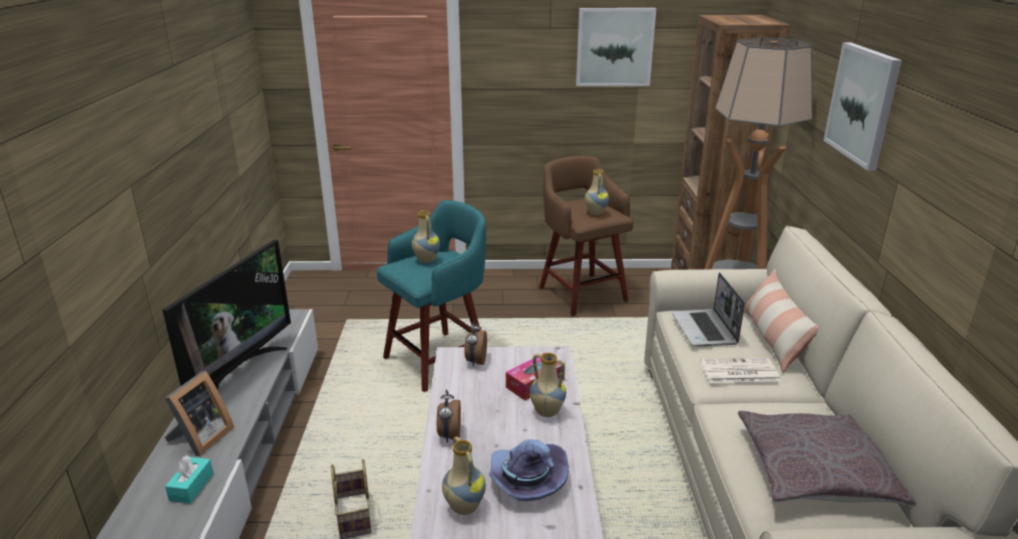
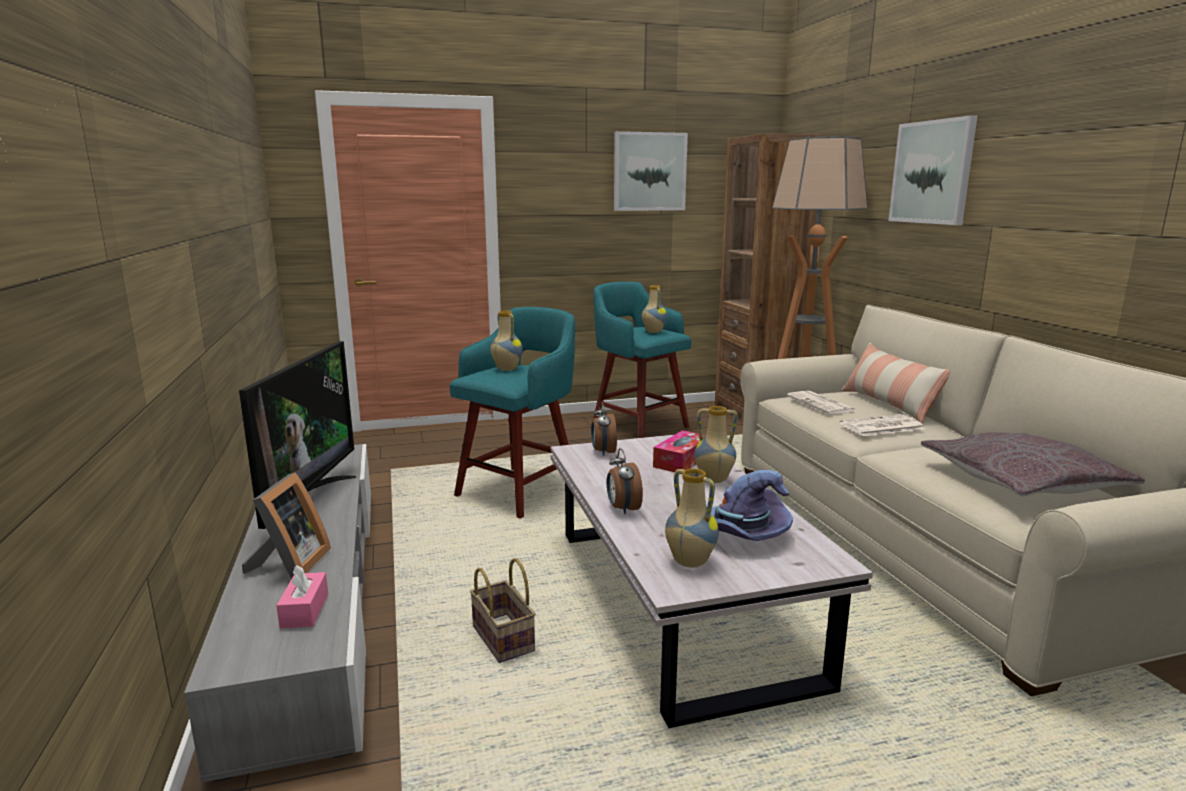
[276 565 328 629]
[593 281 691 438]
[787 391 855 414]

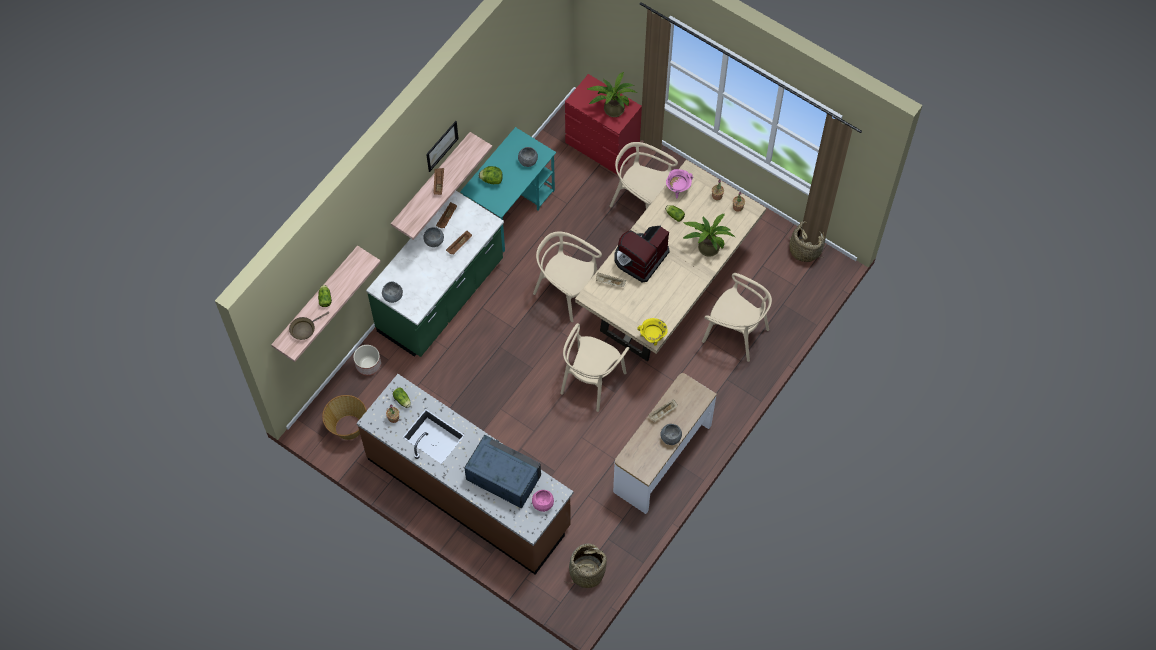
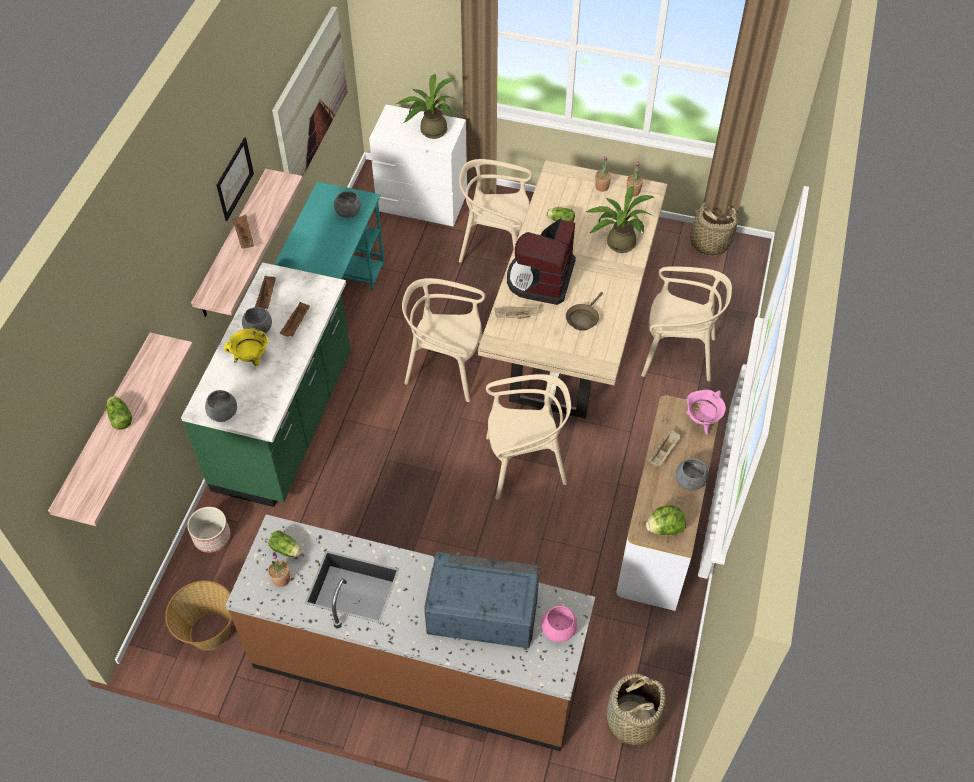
[566 292 603 331]
[646 505 686 535]
[486 374 571 500]
[369 105 467 227]
[224 328 268 366]
[686 390 726 435]
[272 6 347 177]

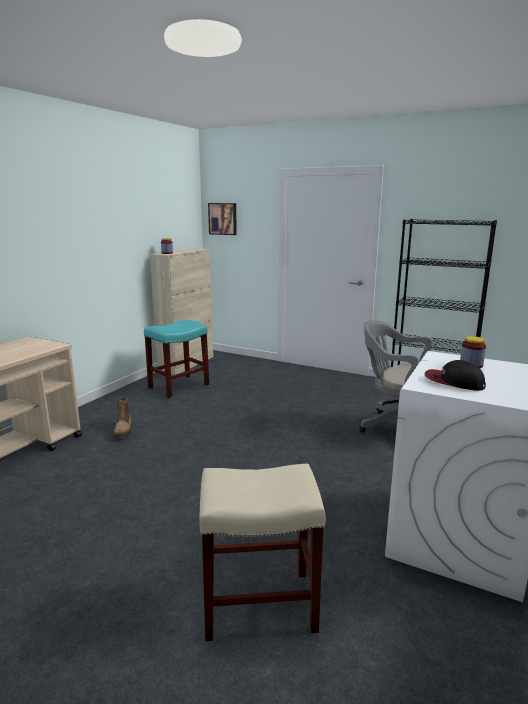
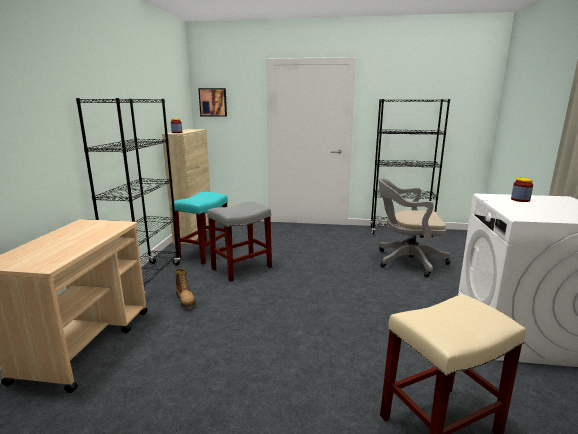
[425 360 486 391] (first image)
[76 98 180 293]
[207 201 272 282]

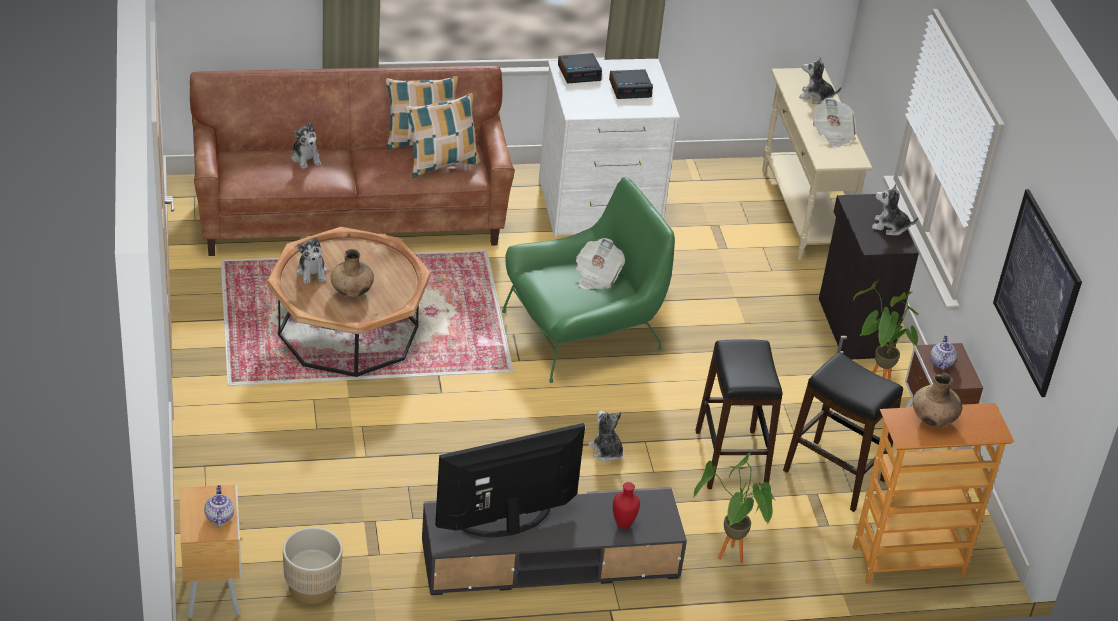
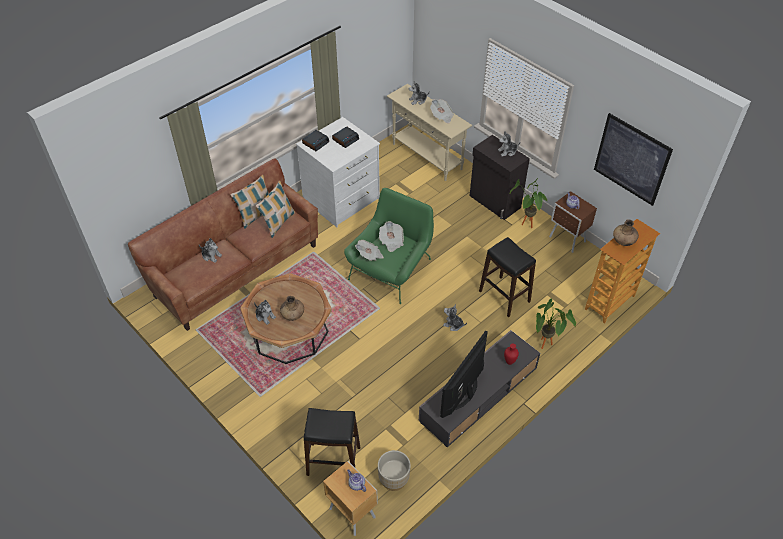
[304 408 360 476]
[355 240 384 261]

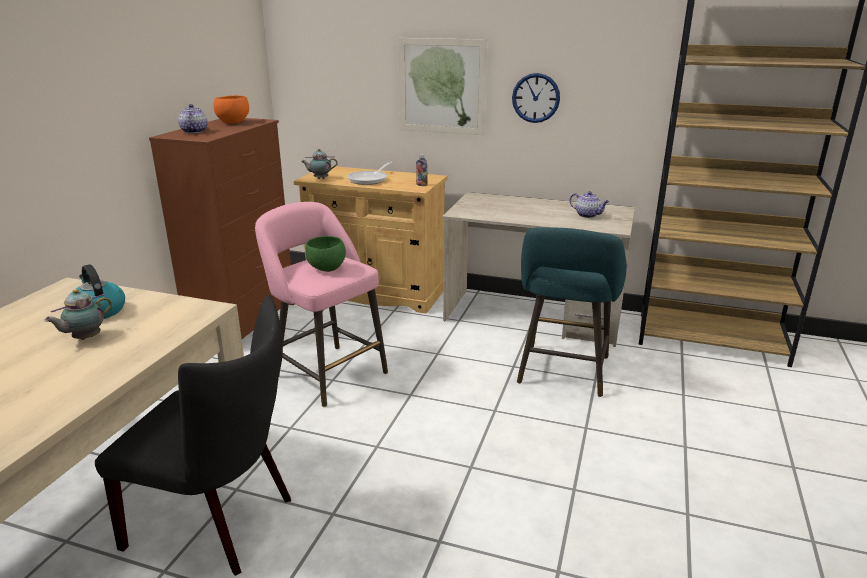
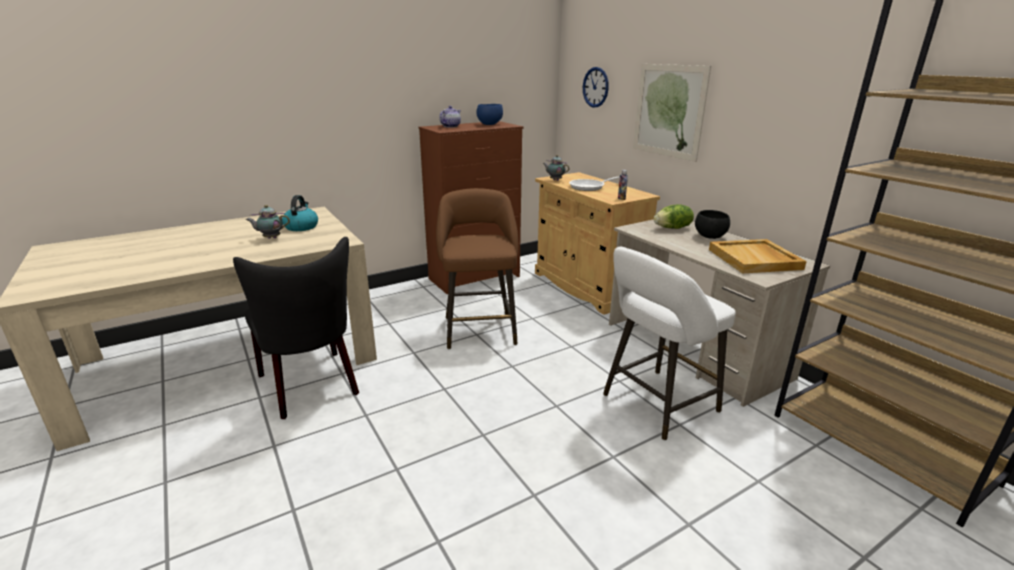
[476 104 503 125]
[436 188 518 349]
[305 236 346 272] (first image)
[583 67 609 108]
[603 247 735 440]
[709 239 807 273]
[654 204 694 229]
[695 210 730 239]

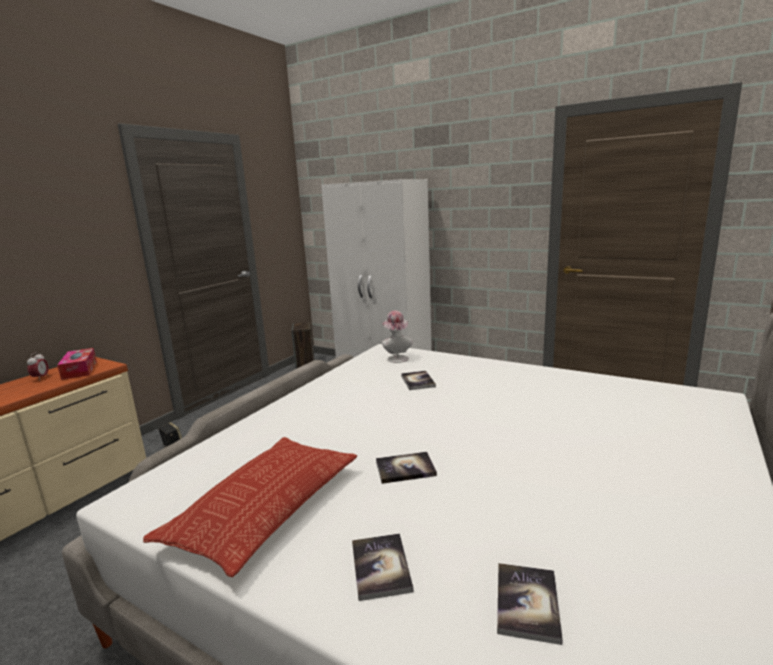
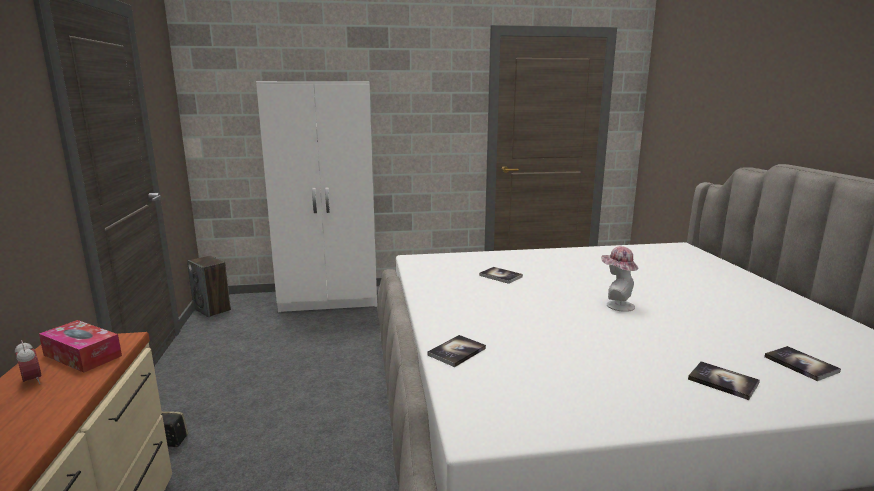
[143 437 357 577] (first image)
[427 335 486 367]
[601 246 638 312]

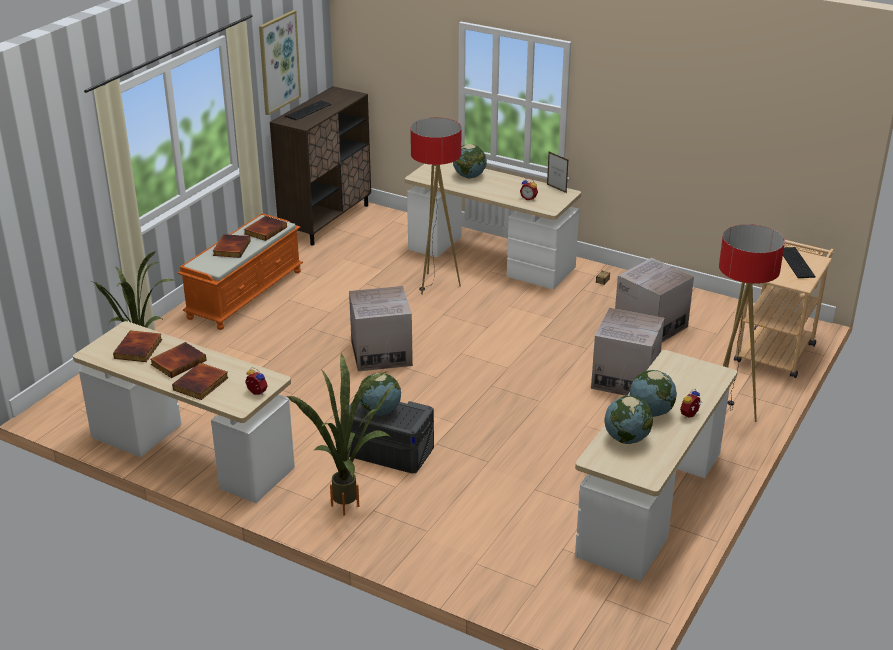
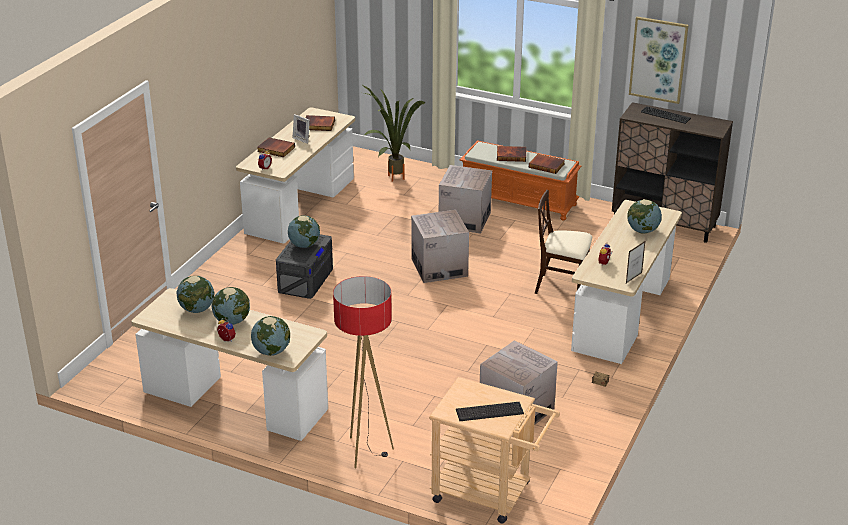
[293 114 310 144]
[287 353 397 516] (first image)
[535 190 592 294]
[439 165 492 234]
[251 316 290 356]

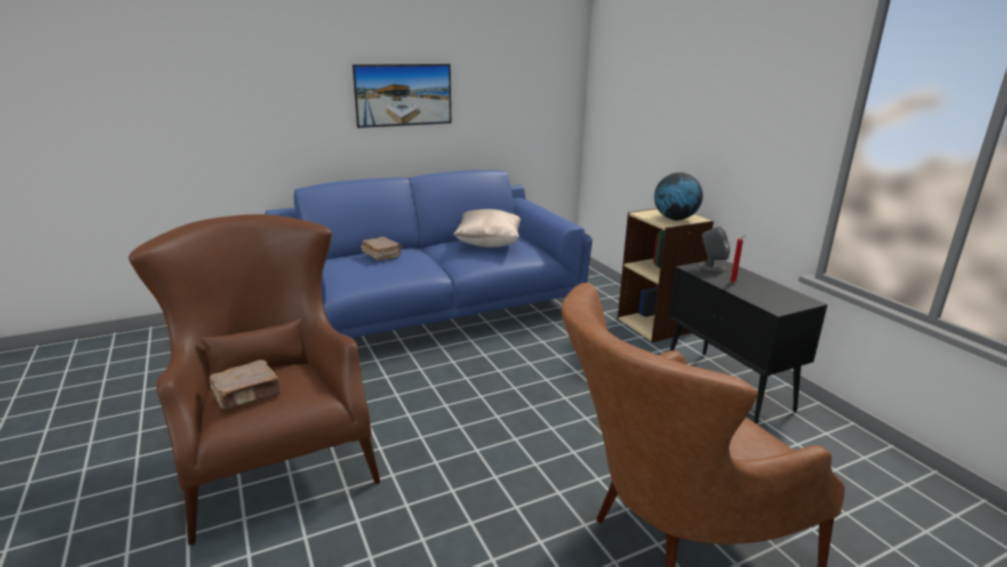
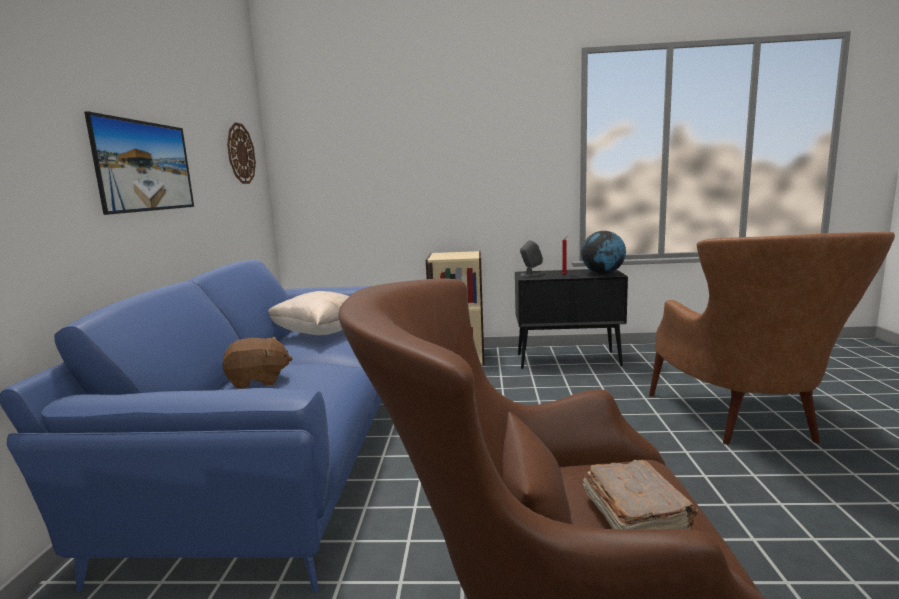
[222 337 293 389]
[581 231 626 275]
[227 122 256 184]

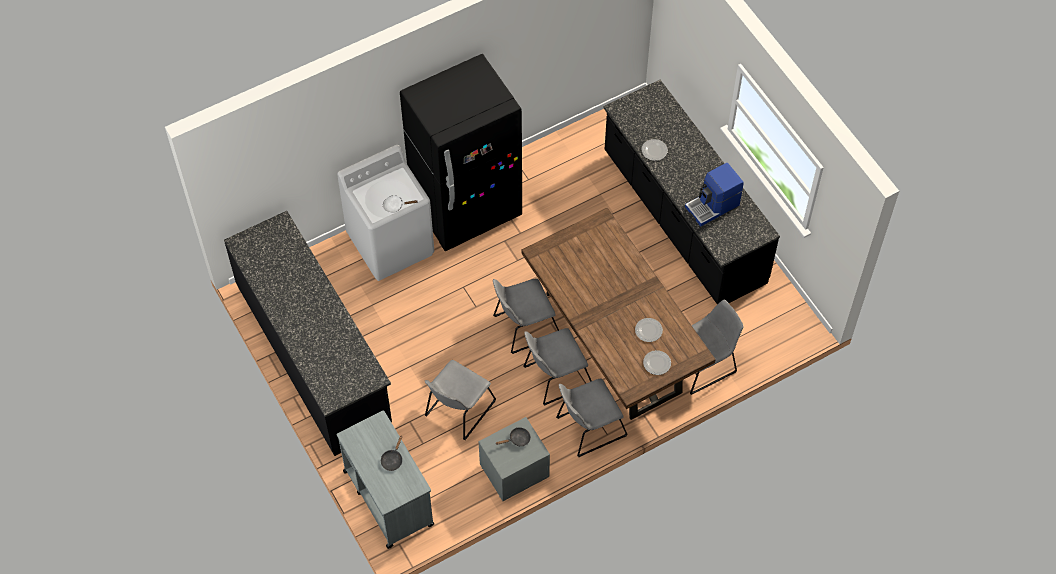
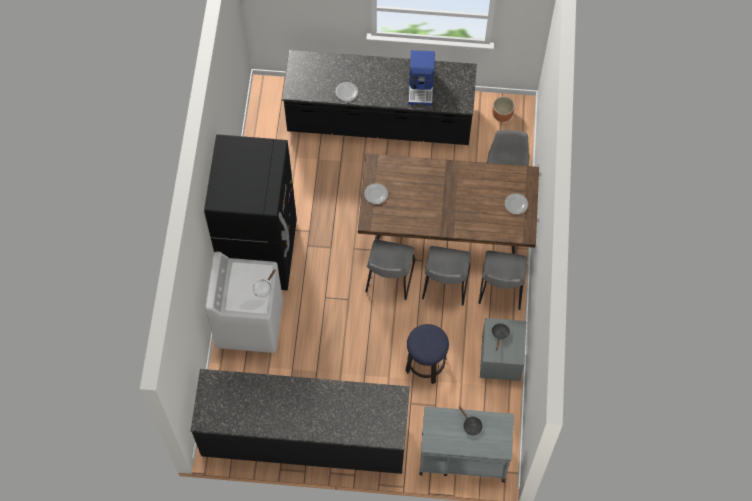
[406 324 449 384]
[365 183 388 204]
[492 96 515 122]

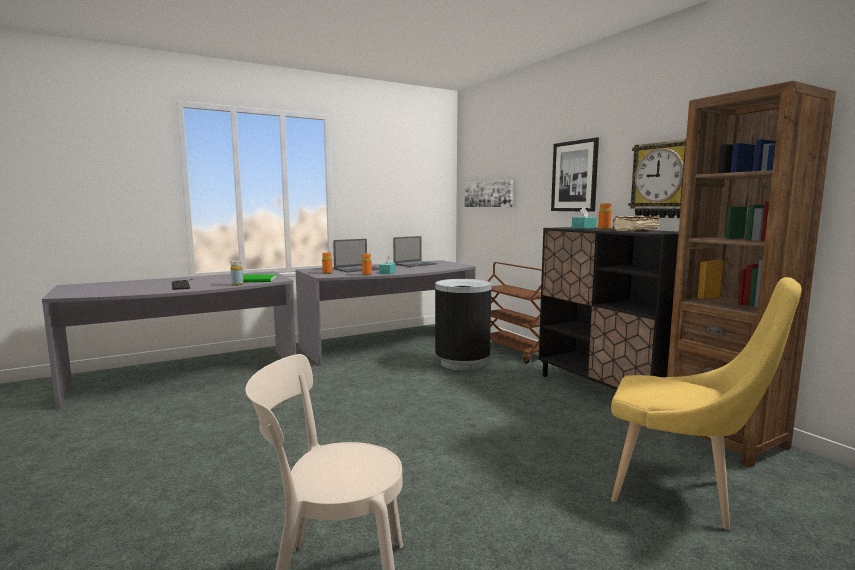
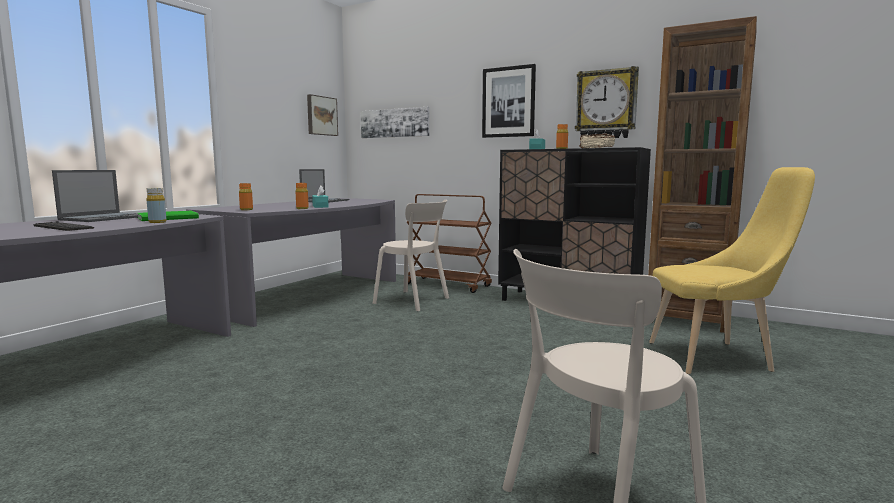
[52 170 138 222]
[373 200 449 311]
[307 94 338 136]

